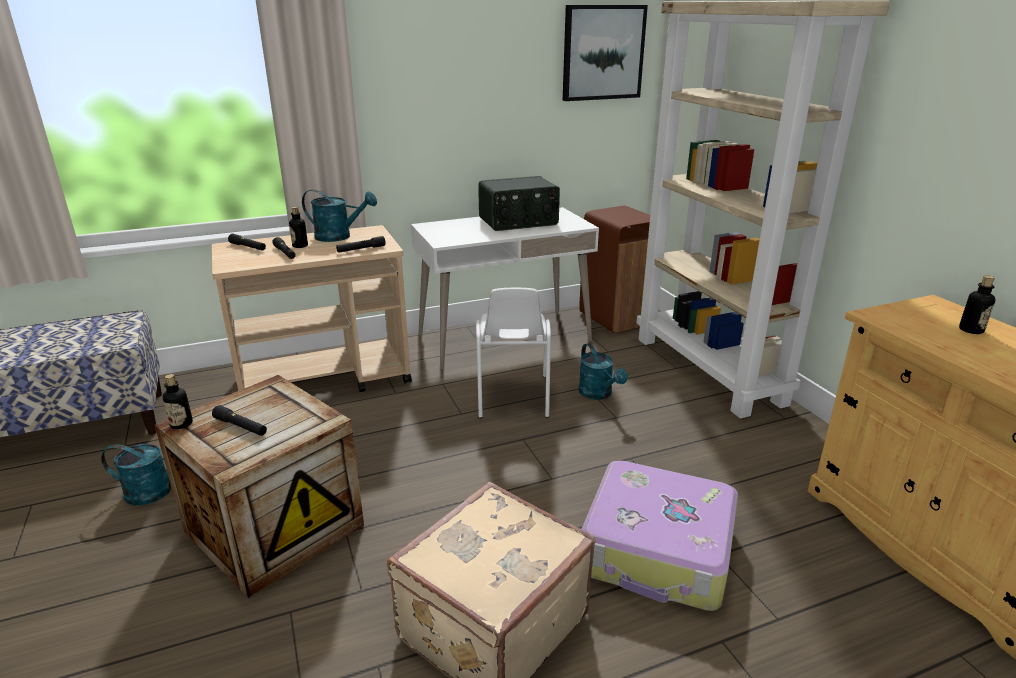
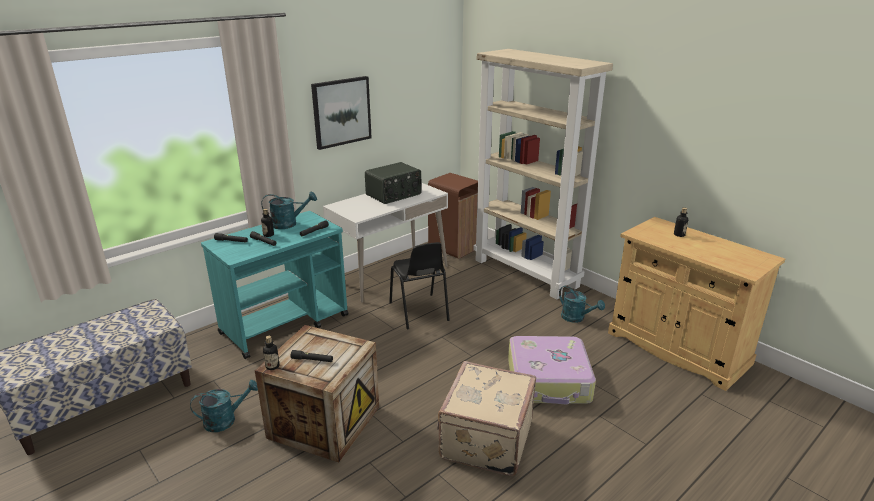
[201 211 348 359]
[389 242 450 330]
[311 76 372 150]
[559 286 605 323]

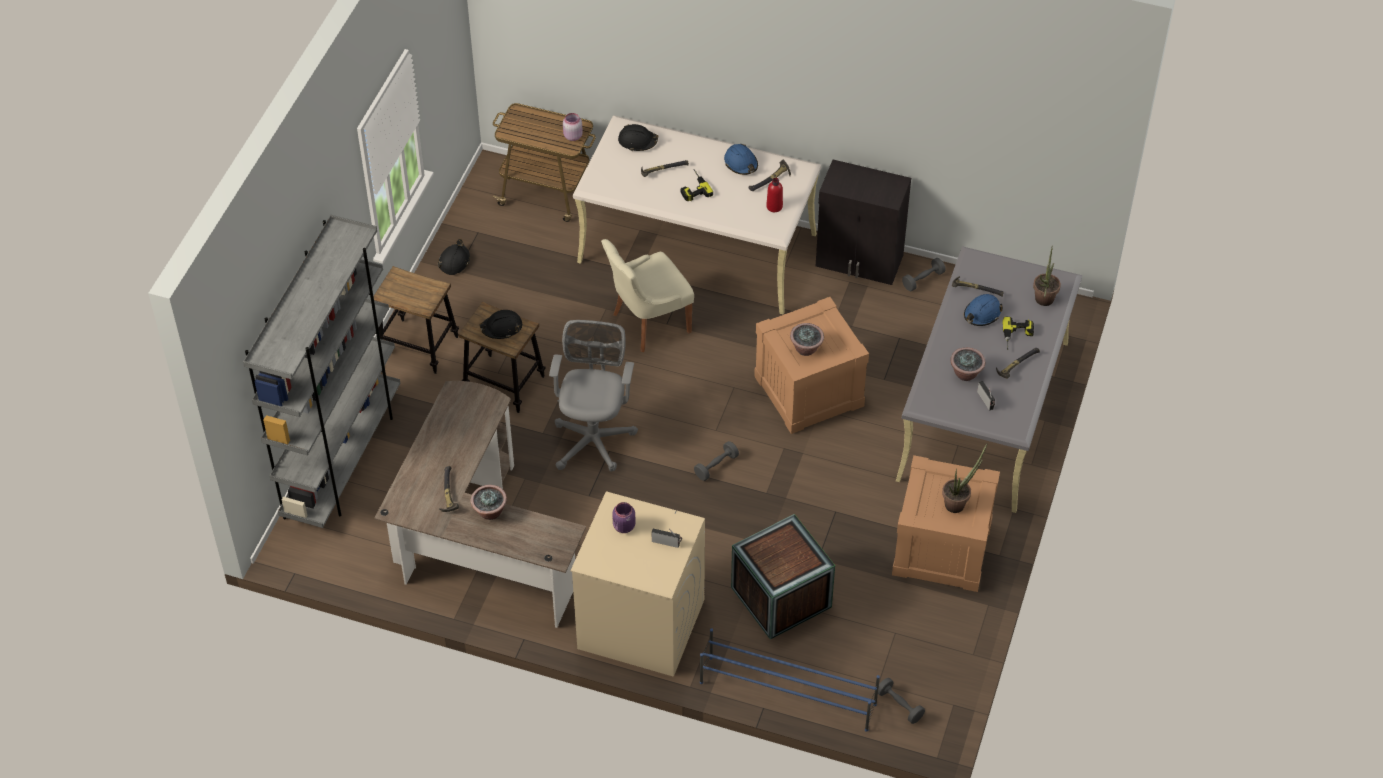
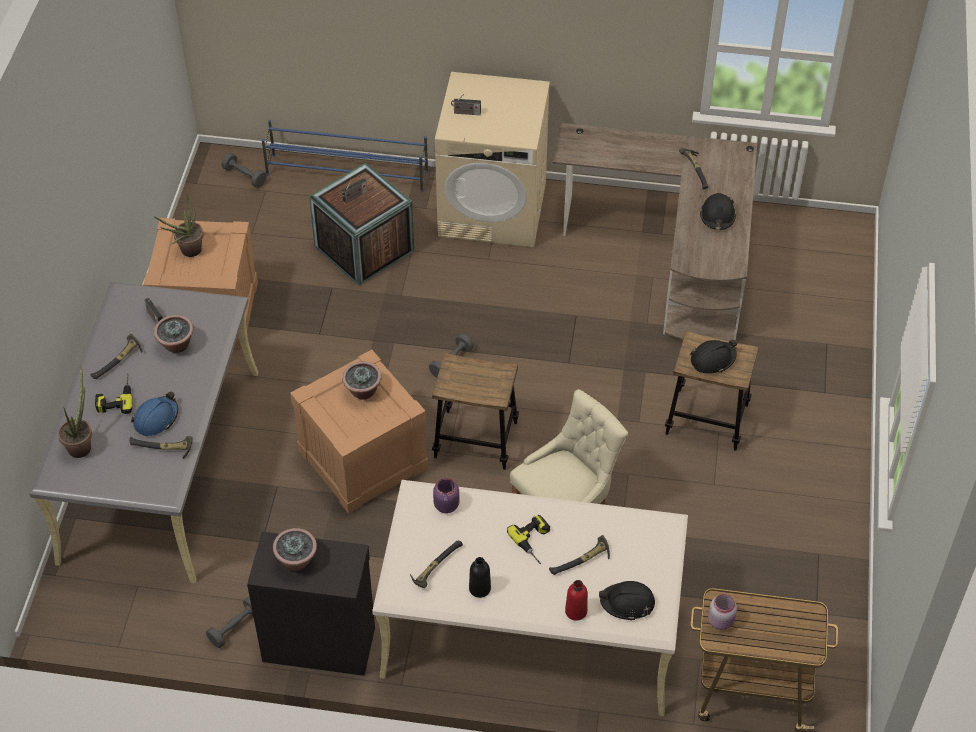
[243 215 401 528] (first image)
[432 353 519 470]
[700 193 736 230]
[273 528 317 571]
[549 320 638 472] (first image)
[433 478 459 513]
[469 557 491 598]
[565 580 588 621]
[341 178 367 203]

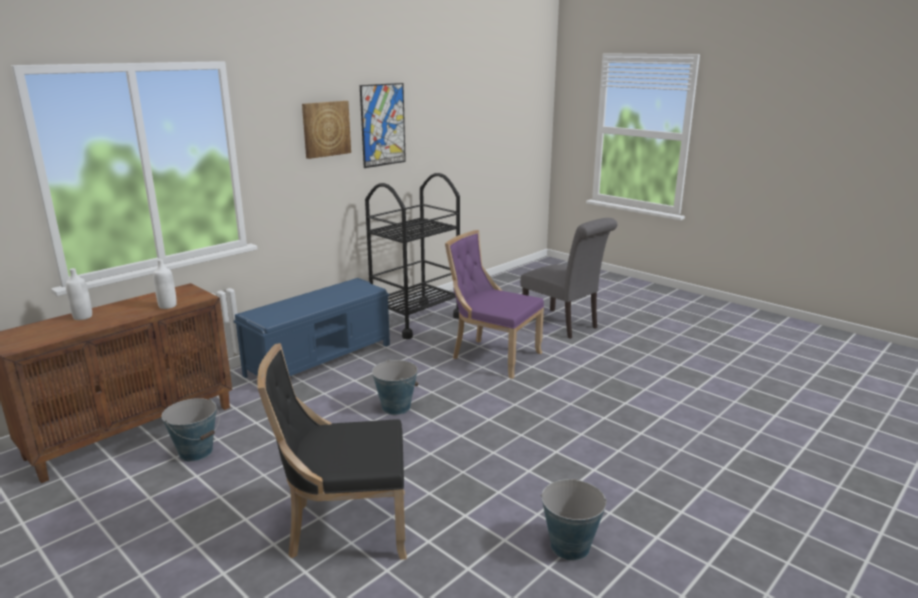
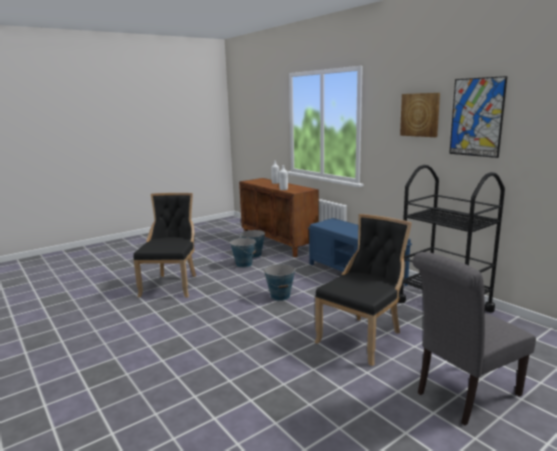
[315 214 412 366]
[230 237 257 268]

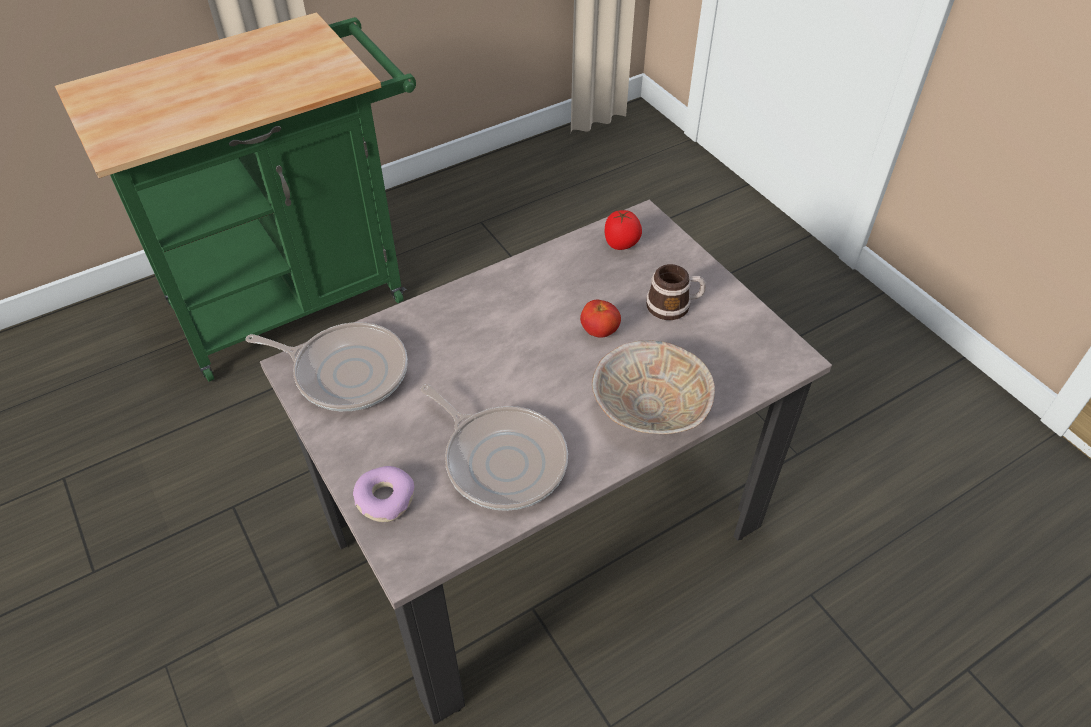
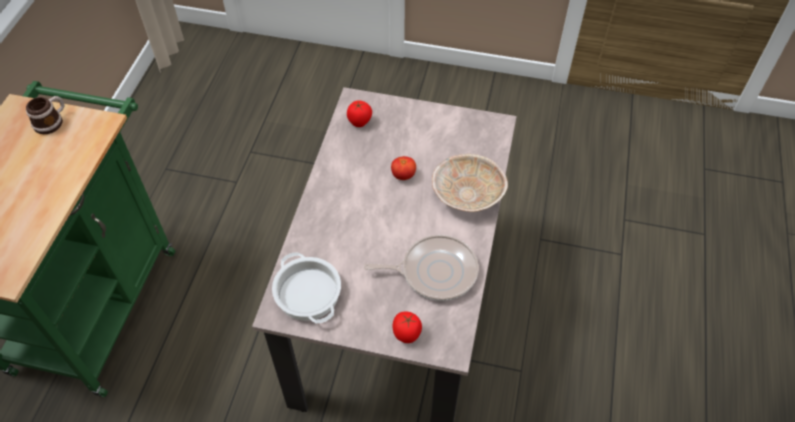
[272 252 341 323]
[392 311 422 343]
[26 96 65 134]

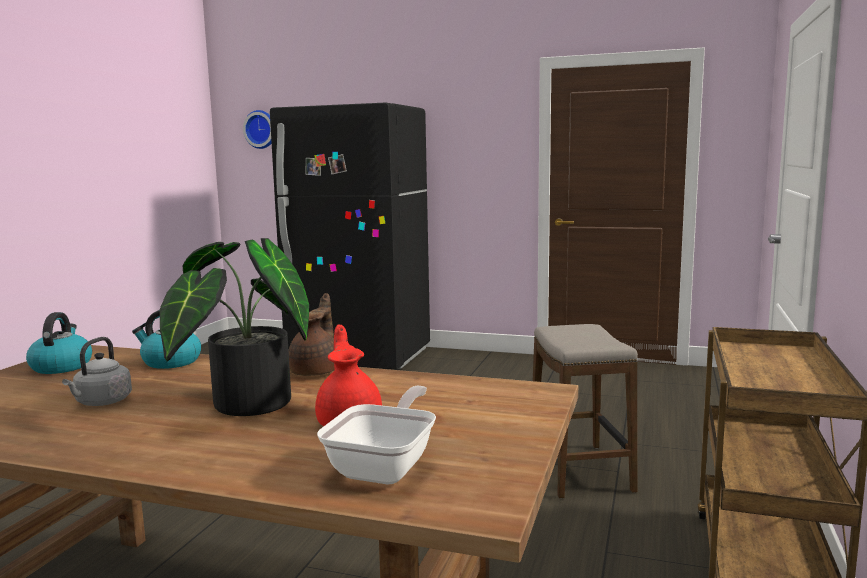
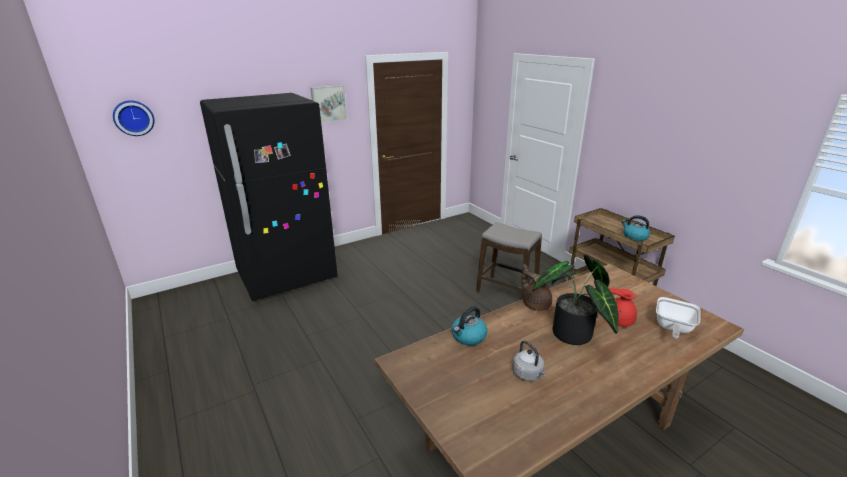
[621 215 650 241]
[656 297 701 339]
[311 85 347 122]

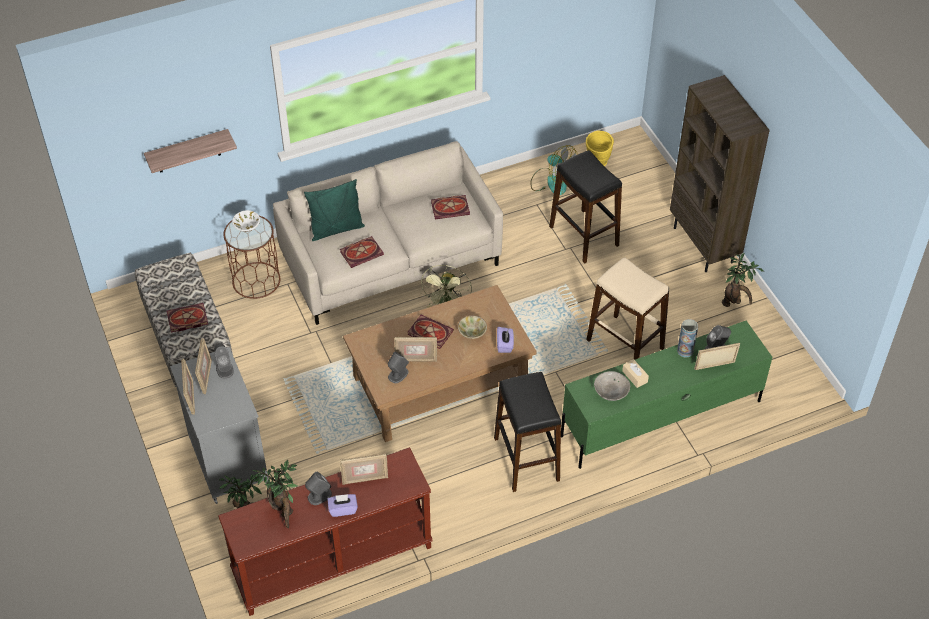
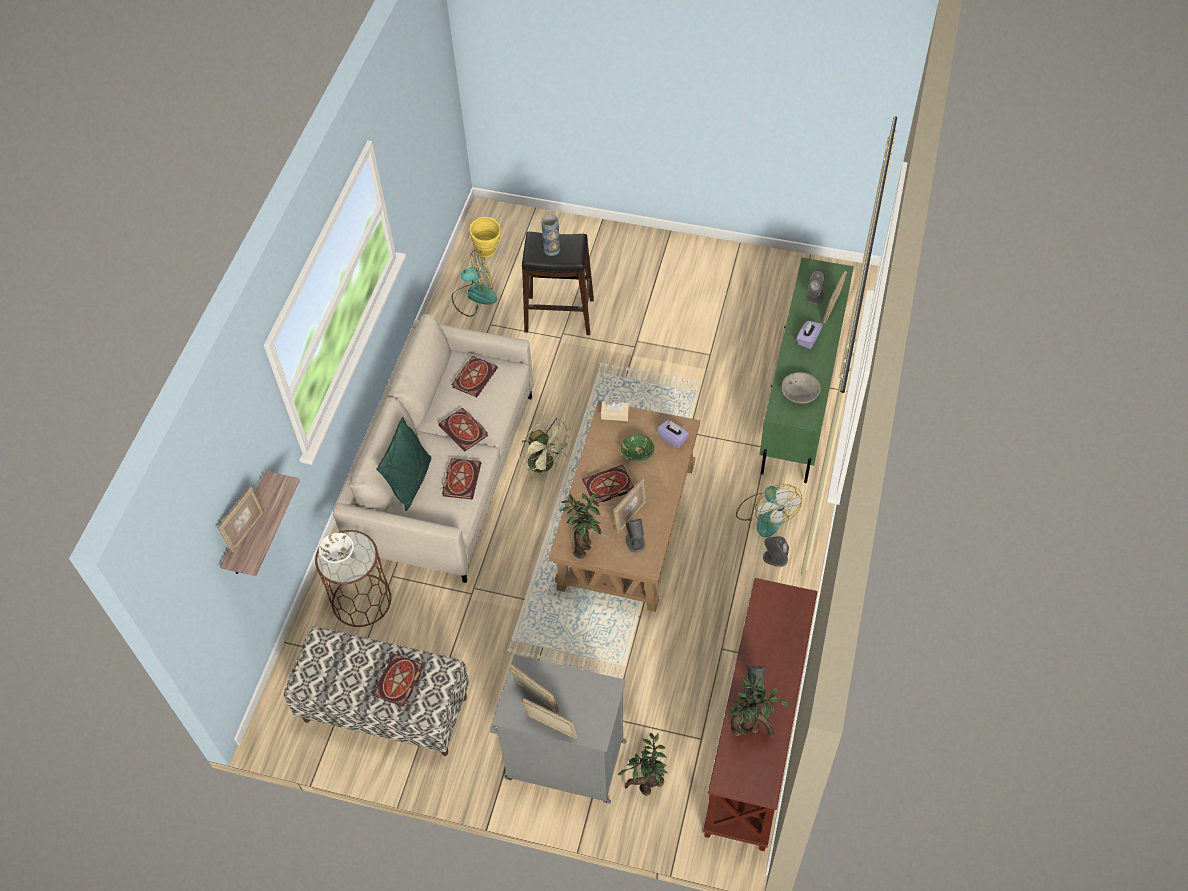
[763 536 789 567]
[796 321 823 349]
[217 486 265 553]
[621 434 654 462]
[736 484 802 537]
[586 257 669 360] (first image)
[601 401 629 421]
[670 75 770 272] (first image)
[541 214 560 256]
[560 493 601 559]
[438 408 488 451]

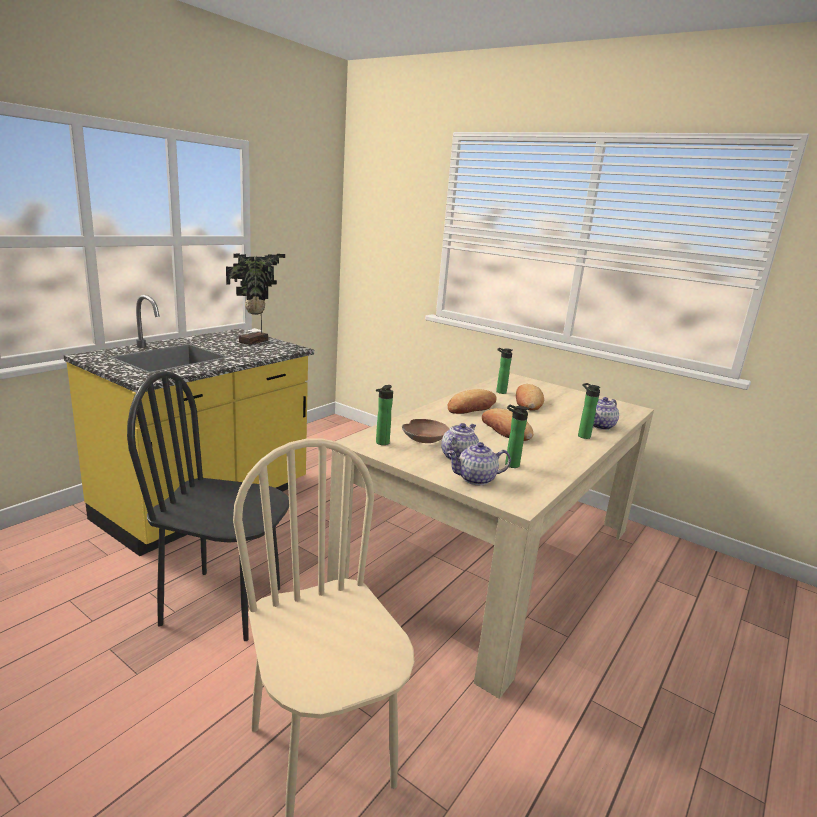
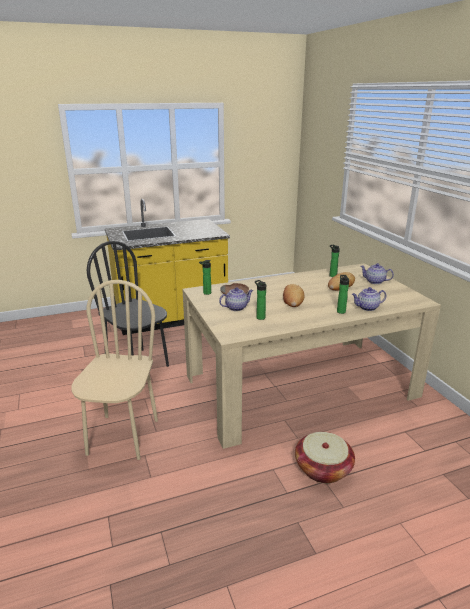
[226 253 285 345] (first image)
[360 263 394 284]
[448 389 496 414] (first image)
[295 432 355 483]

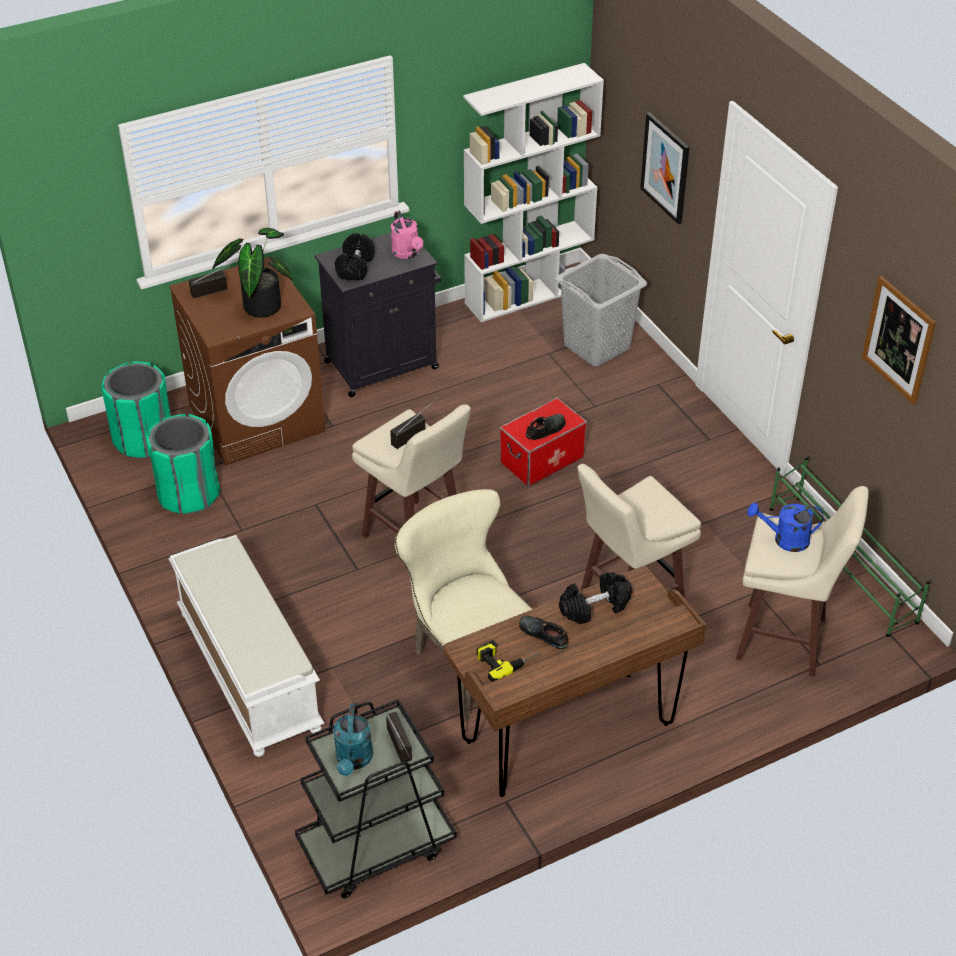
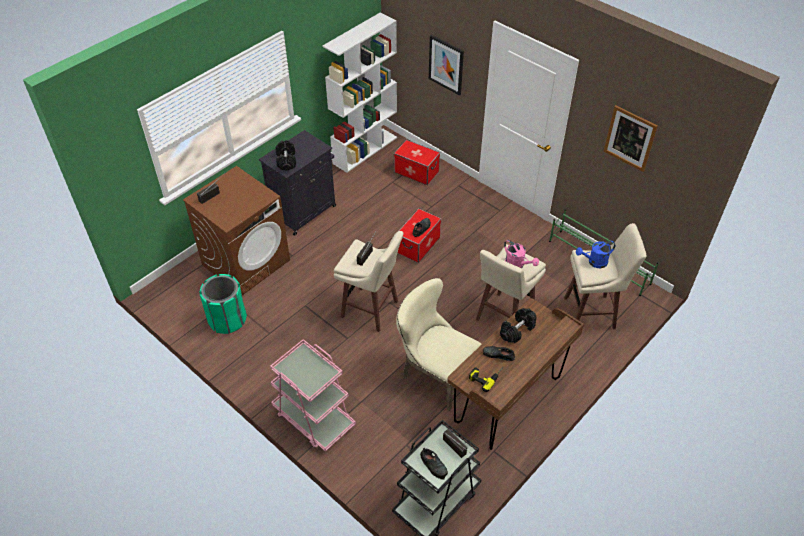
[101 362 171 458] (first image)
[270 339 356 452]
[212 228 293 318] (first image)
[420 448 448 480]
[504 240 539 269]
[394 140 440 185]

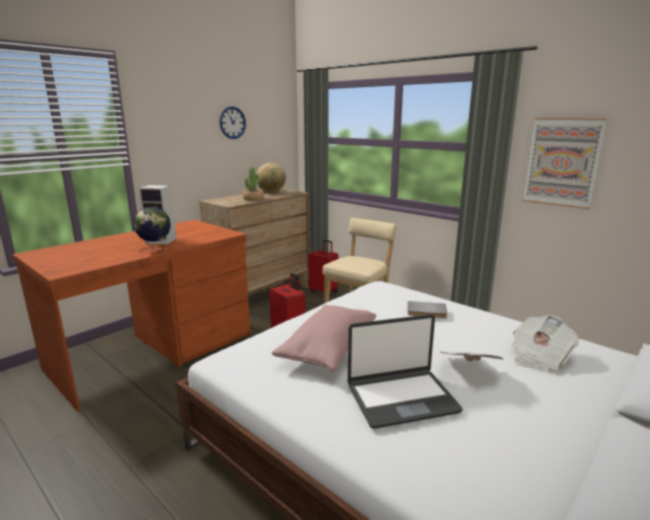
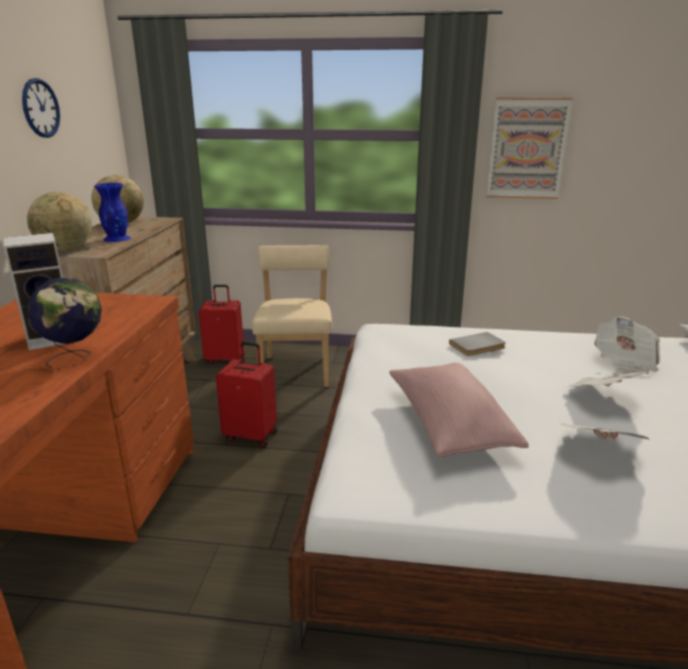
[94 183 131 242]
[560 423 649 439]
[27 192 92 251]

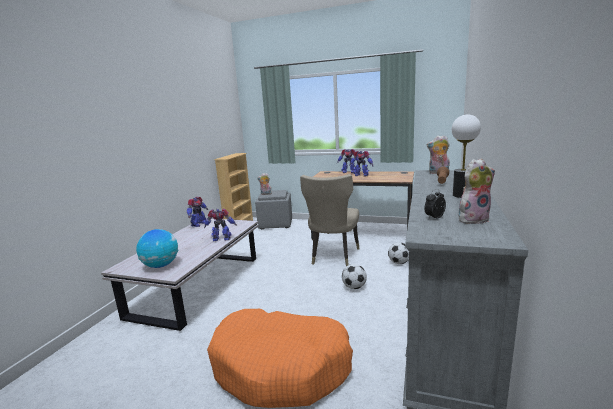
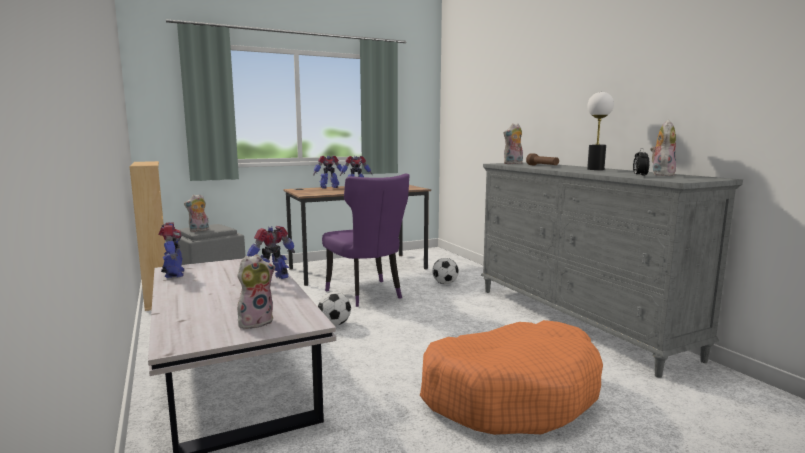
[237 254 275 329]
[322 173 409 307]
[318 292 351 326]

